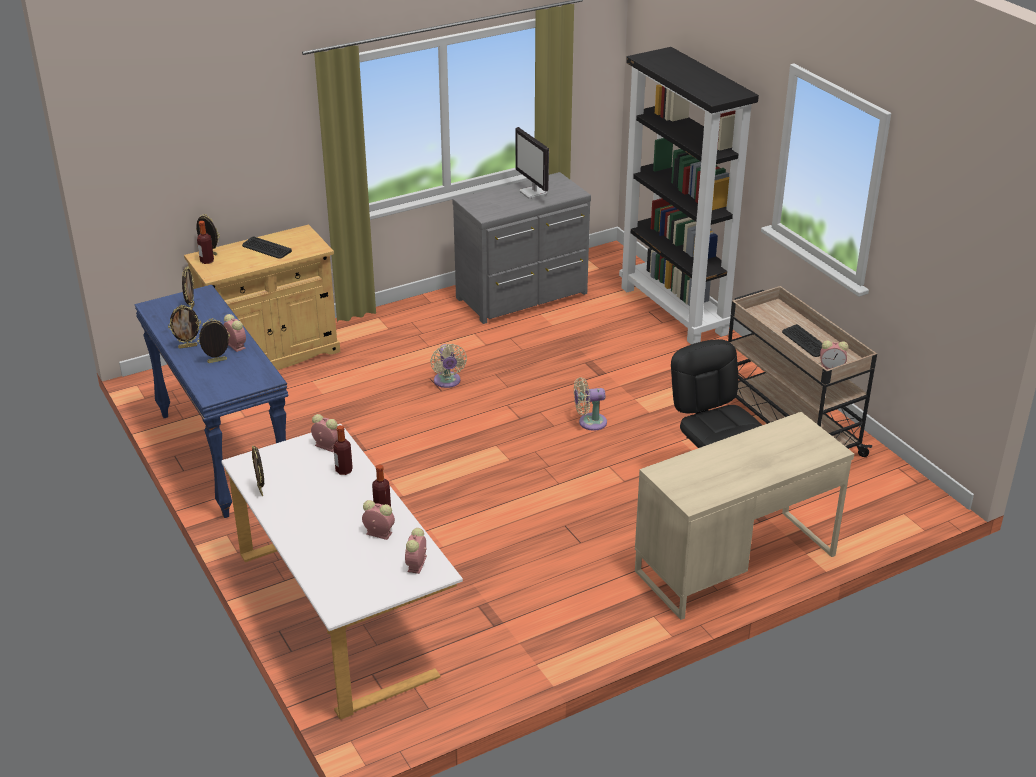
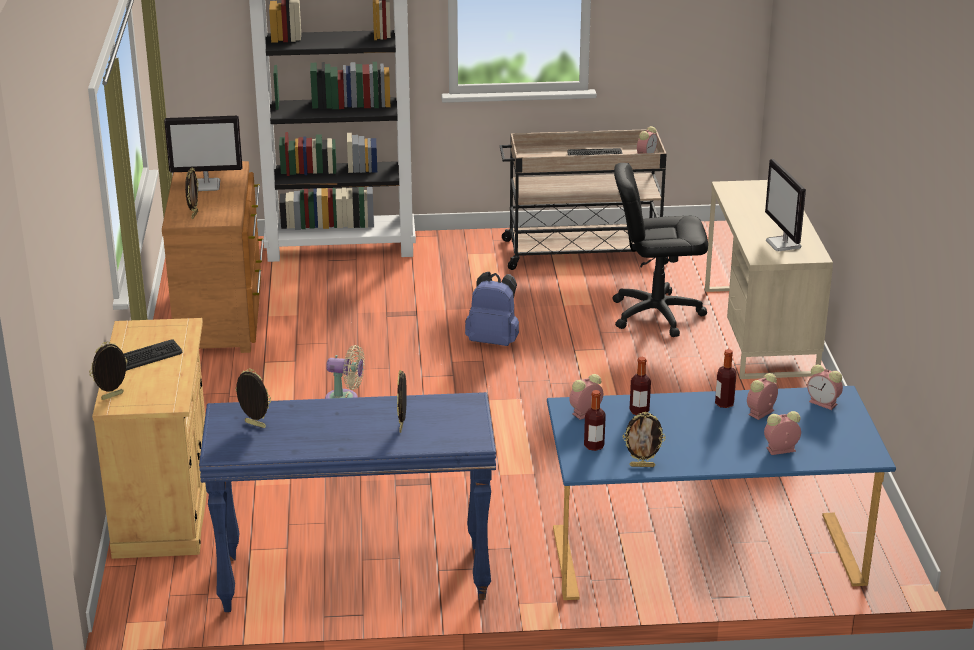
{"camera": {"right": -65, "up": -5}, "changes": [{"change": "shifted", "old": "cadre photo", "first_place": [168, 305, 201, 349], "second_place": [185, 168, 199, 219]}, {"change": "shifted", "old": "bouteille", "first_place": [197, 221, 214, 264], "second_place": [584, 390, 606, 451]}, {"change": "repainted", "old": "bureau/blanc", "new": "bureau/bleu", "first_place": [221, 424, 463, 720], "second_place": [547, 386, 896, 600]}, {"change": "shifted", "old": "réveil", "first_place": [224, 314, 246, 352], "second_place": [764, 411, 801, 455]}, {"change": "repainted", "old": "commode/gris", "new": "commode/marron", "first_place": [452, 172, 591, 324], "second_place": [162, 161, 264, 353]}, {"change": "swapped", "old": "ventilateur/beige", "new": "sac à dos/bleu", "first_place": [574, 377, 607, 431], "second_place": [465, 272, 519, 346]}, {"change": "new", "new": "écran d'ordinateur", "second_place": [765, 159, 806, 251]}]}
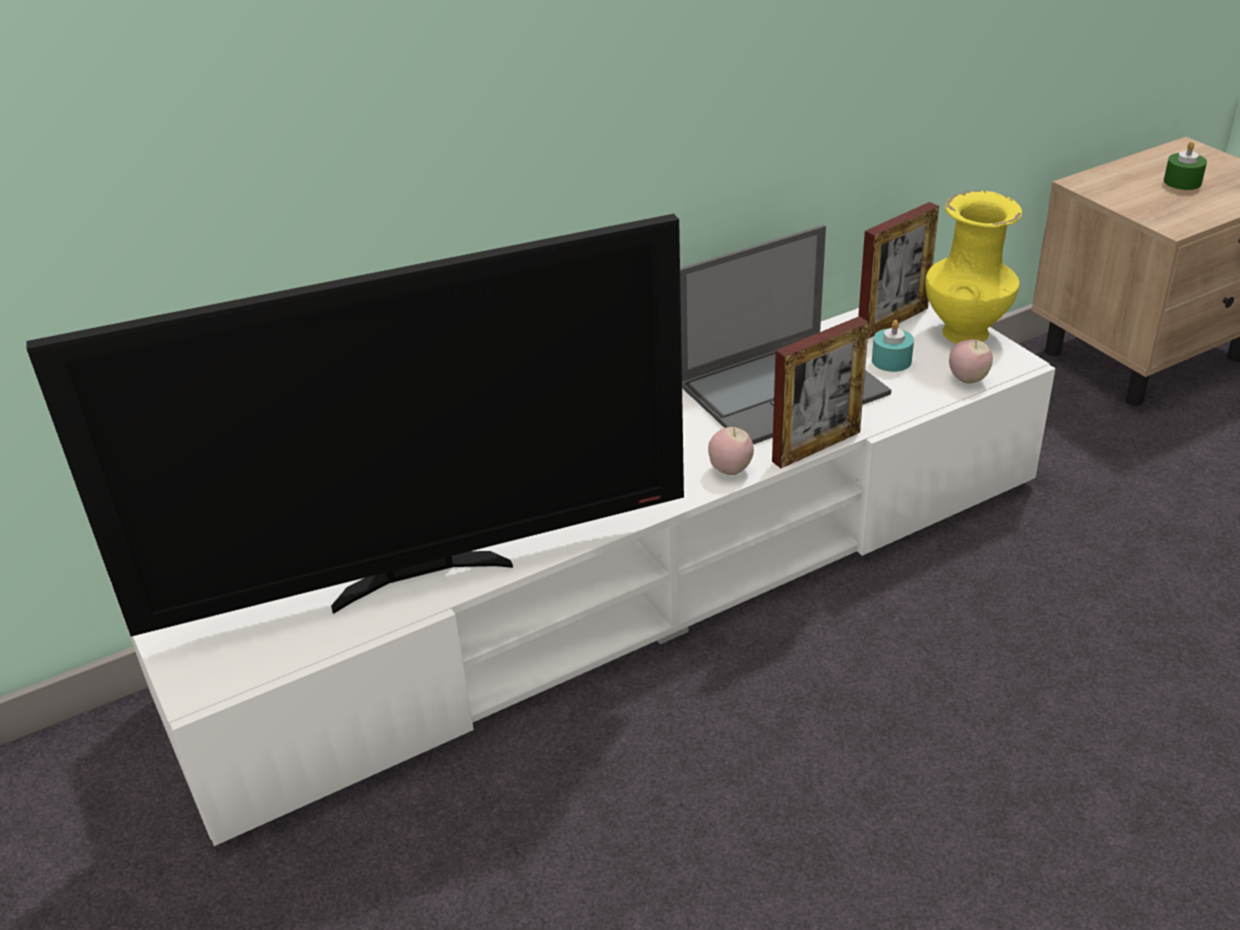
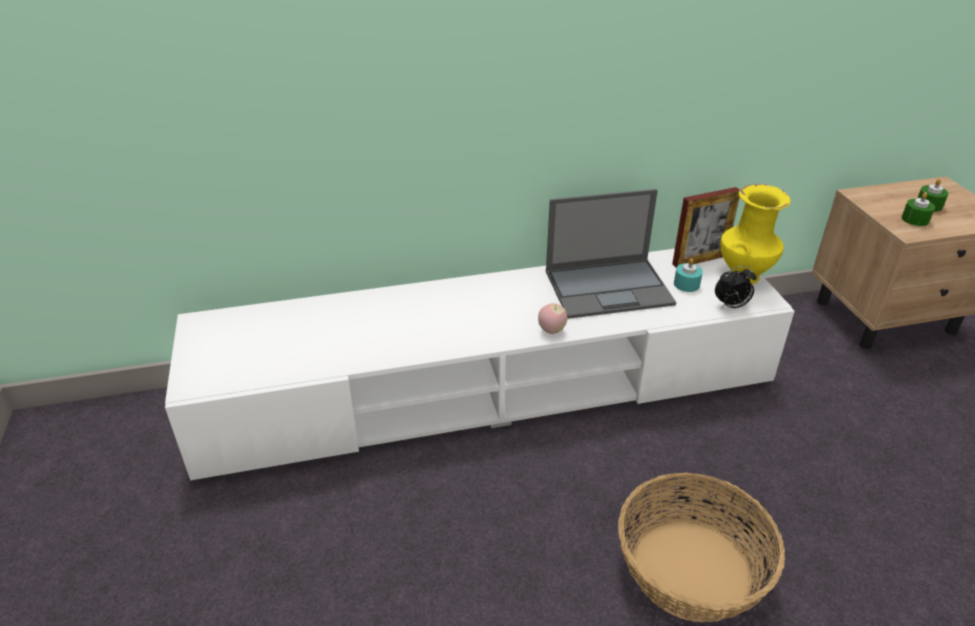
{"camera": {"right": 15, "up": 0}, "changes": [{"change": "gone", "old": "téléviseur", "first_place": [26, 214, 684, 636]}, {"change": "gone", "old": "cadre photo", "first_place": [772, 316, 869, 468]}, {"change": "swapped", "old": "pomme", "new": "réveil", "first_place": [949, 339, 993, 384], "second_place": [715, 266, 757, 309]}, {"change": "new", "new": "panier", "second_place": [618, 473, 785, 622]}, {"change": "new", "new": "bougie/vert", "second_place": [902, 192, 935, 226]}]}
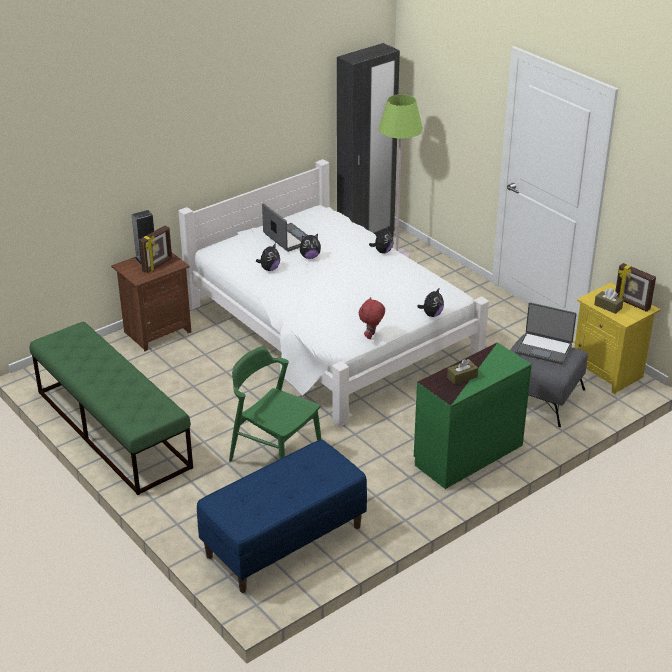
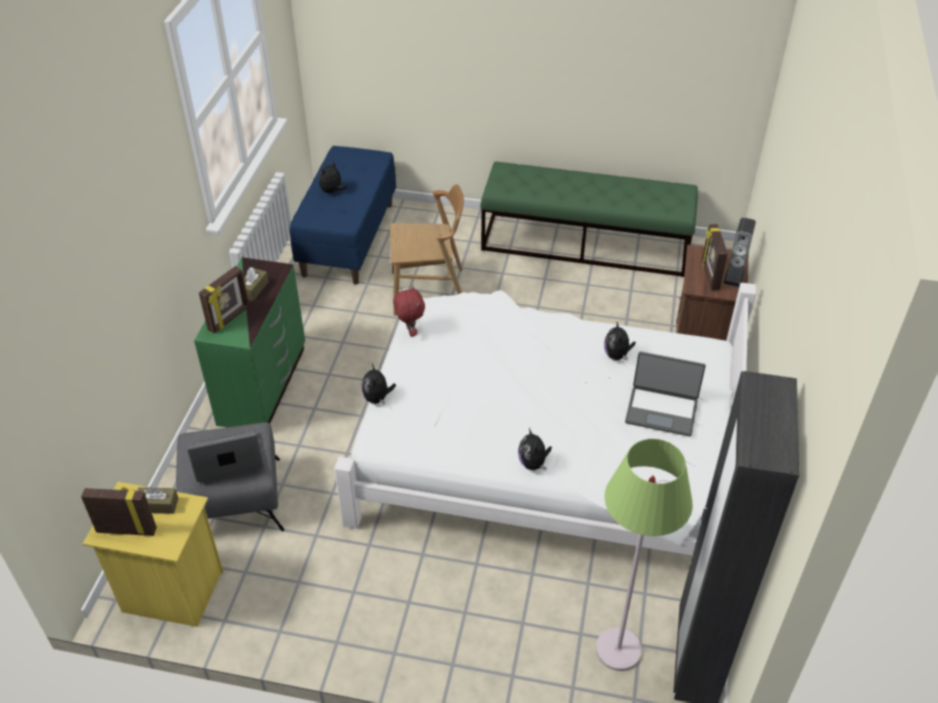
{"camera": {"right": 140, "up": 10}, "changes": [{"change": "repainted", "old": "chaise/vert", "new": "chaise/marron", "first_place": [229, 347, 321, 462], "second_place": [390, 184, 464, 316]}, {"change": "shifted", "old": "peluche", "first_place": [300, 234, 321, 259], "second_place": [319, 160, 347, 193]}, {"change": "new", "new": "cadre photo", "second_place": [199, 266, 249, 333]}]}
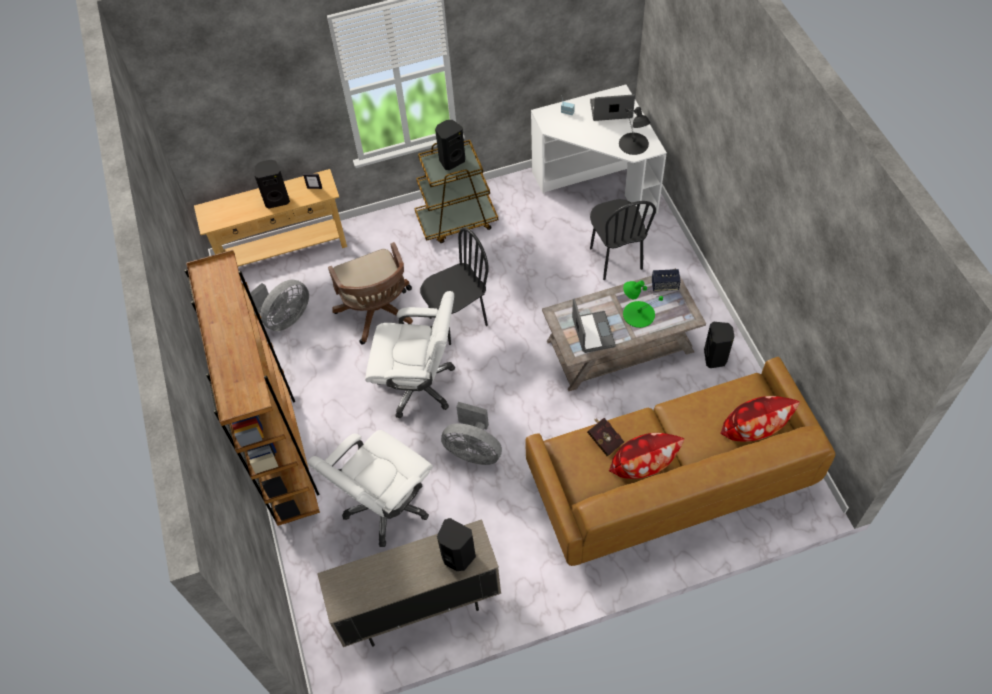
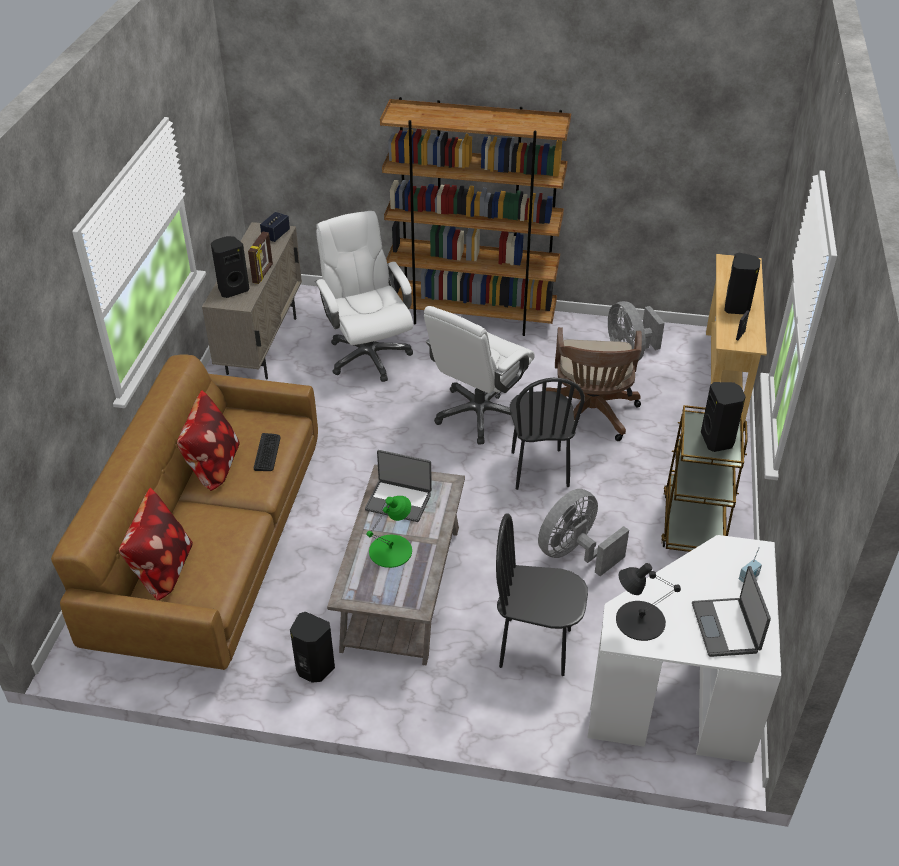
{"camera": {"right": 115, "up": -15}, "changes": [{"change": "rotated", "old": "chaise de bureau/marron", "first_place": [328, 242, 413, 345], "second_place": [546, 327, 642, 441], "degrees": -90}, {"change": "shifted", "old": "ventilateur/gris", "first_place": [441, 402, 502, 465], "second_place": [538, 489, 629, 576]}, {"change": "swapped", "old": "livre/rouge", "new": "clavier", "first_place": [587, 418, 624, 456], "second_place": [254, 433, 281, 471]}, {"change": "rotated", "old": "ordinateur portable", "first_place": [590, 94, 635, 121], "second_place": [692, 566, 771, 657], "degrees": 150}, {"change": "shifted", "old": "enceinte", "first_place": [652, 269, 680, 291], "second_place": [260, 212, 290, 242]}, {"change": "new", "new": "cadre photo", "second_place": [248, 232, 273, 284]}]}
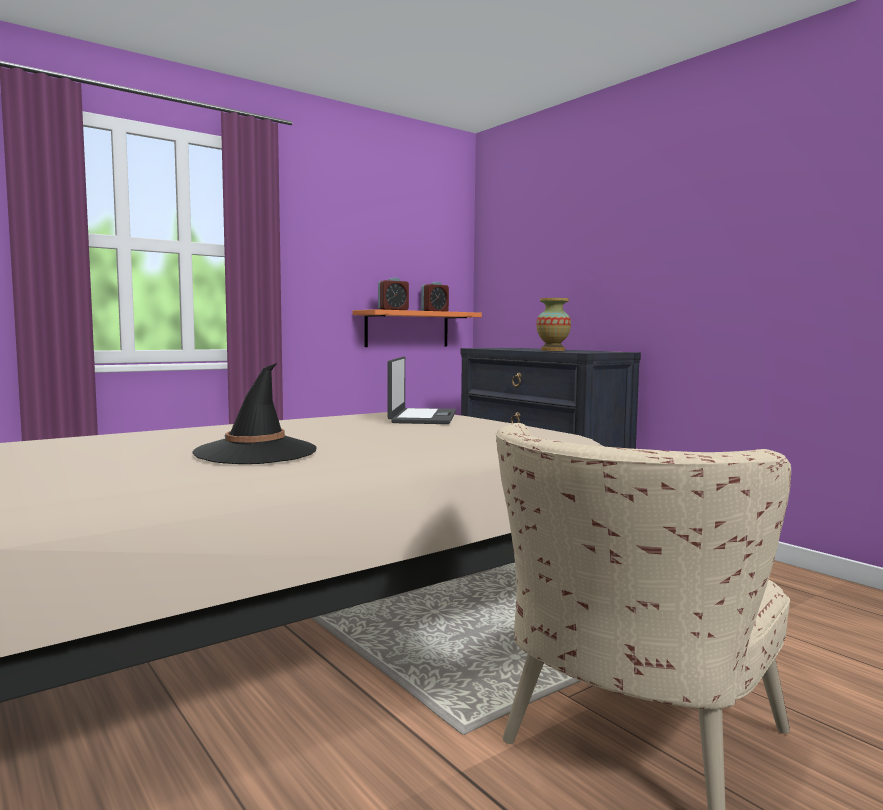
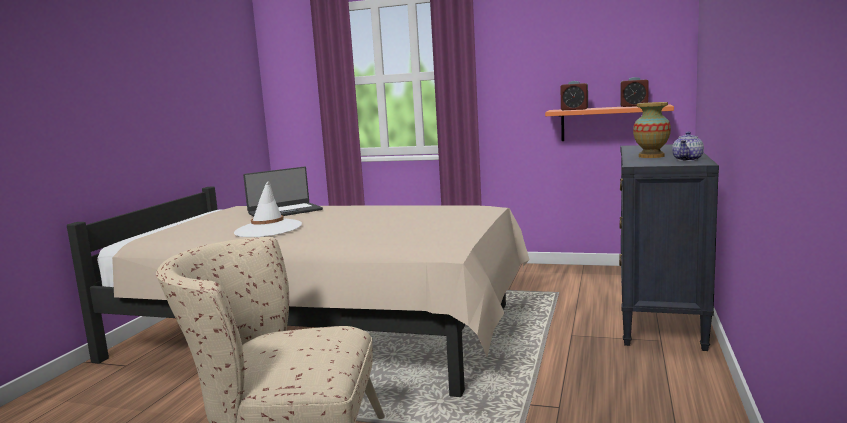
{"camera": {"right": 55, "up": 5}, "changes": [{"change": "repainted", "old": "chapeau/noir", "new": "chapeau/blanc", "first_place": [192, 363, 317, 464], "second_place": [234, 181, 302, 237]}, {"change": "shifted", "old": "ordinateur portable", "first_place": [388, 356, 456, 424], "second_place": [243, 167, 323, 217]}, {"change": "new", "new": "théière", "second_place": [672, 131, 704, 161]}]}
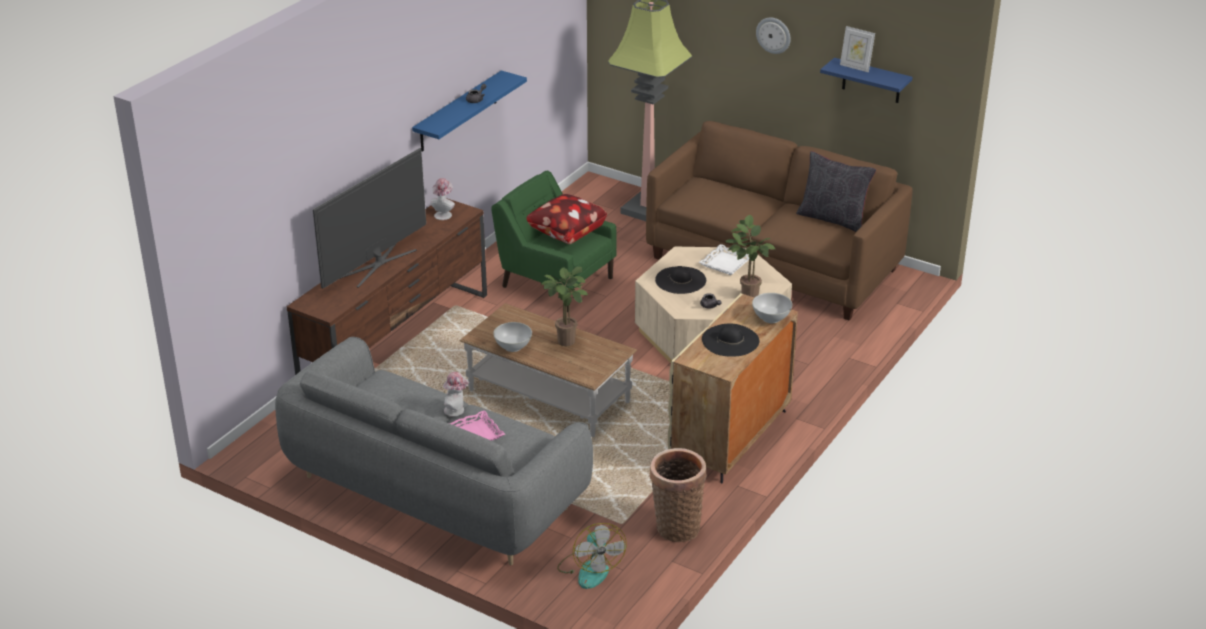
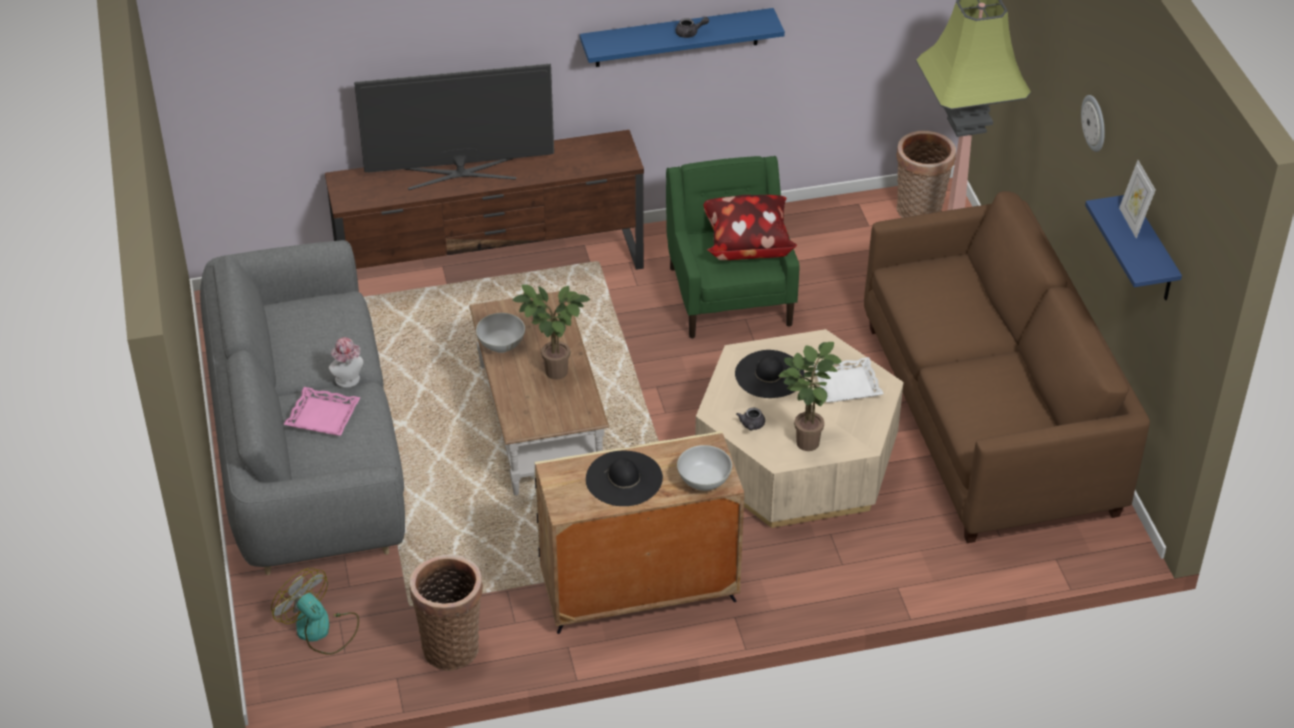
{"camera": {"right": 45, "up": 10}, "changes": [{"change": "gone", "old": "chapeau", "first_place": [430, 178, 455, 220]}, {"change": "rotated", "old": "ventilateur", "first_place": [557, 523, 626, 589], "second_place": [271, 568, 359, 655], "degrees": 105}, {"change": "gone", "old": "coussin/noir", "first_place": [796, 151, 876, 232]}, {"change": "new", "new": "panier", "second_place": [896, 131, 956, 218]}]}
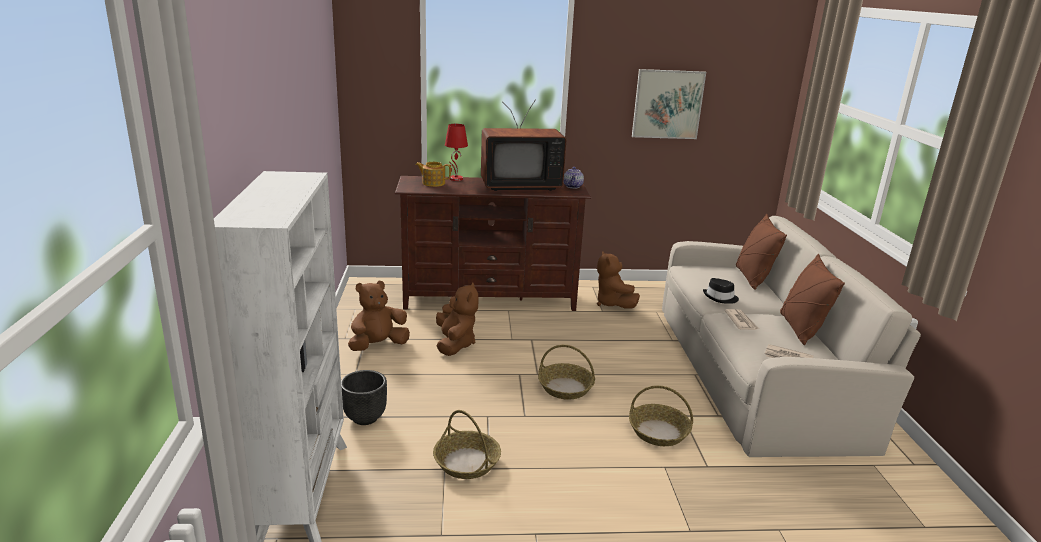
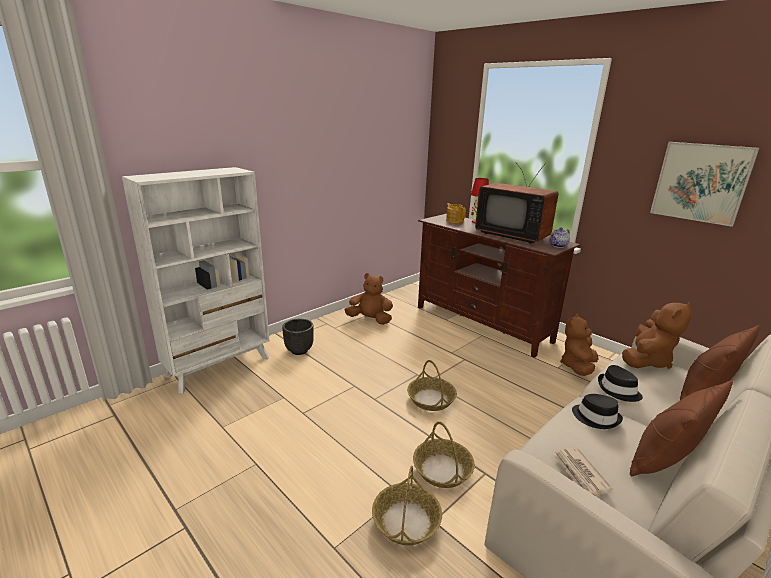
{"camera": {"right": 50, "up": 0}, "changes": [{"change": "shifted", "old": "panier", "first_place": [433, 410, 501, 479], "second_place": [372, 466, 442, 545]}, {"change": "shifted", "old": "peluche/marron", "first_place": [436, 283, 479, 356], "second_place": [622, 302, 692, 369]}, {"change": "swapped", "old": "journal", "new": "chapeau/noir", "first_place": [724, 309, 759, 330], "second_place": [572, 394, 623, 429]}]}
